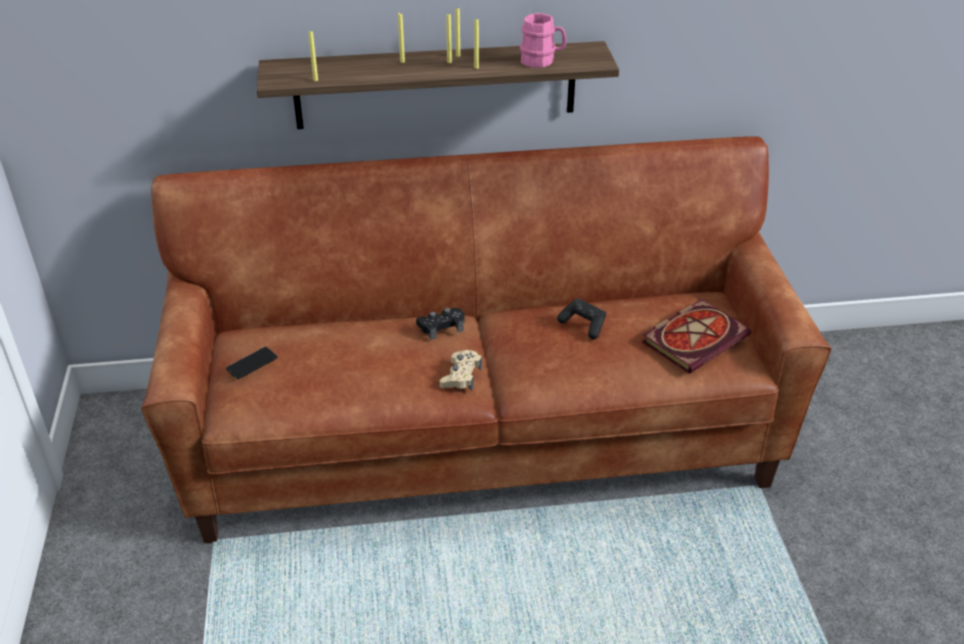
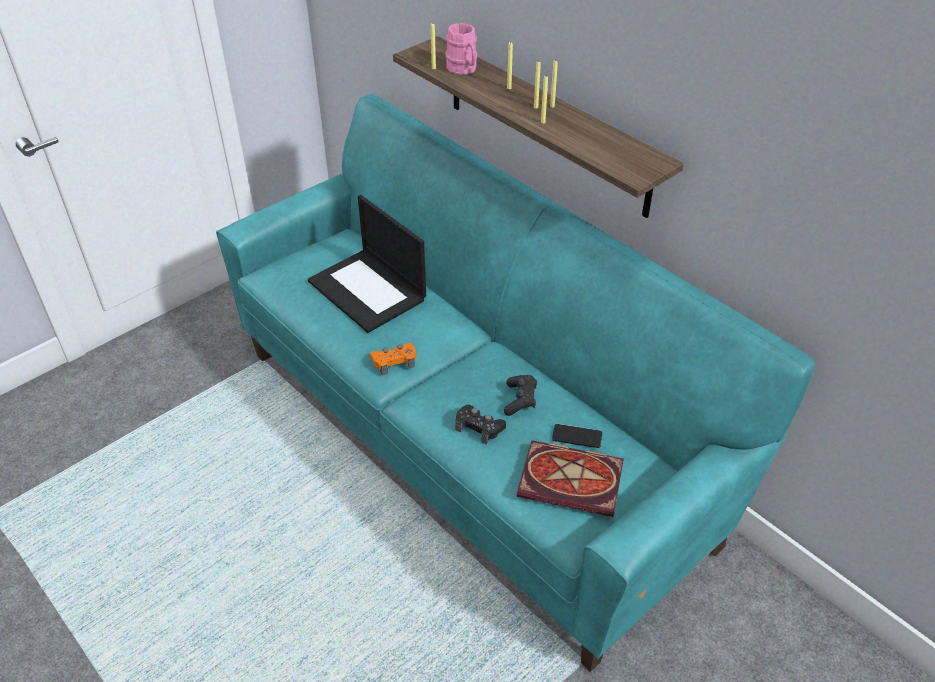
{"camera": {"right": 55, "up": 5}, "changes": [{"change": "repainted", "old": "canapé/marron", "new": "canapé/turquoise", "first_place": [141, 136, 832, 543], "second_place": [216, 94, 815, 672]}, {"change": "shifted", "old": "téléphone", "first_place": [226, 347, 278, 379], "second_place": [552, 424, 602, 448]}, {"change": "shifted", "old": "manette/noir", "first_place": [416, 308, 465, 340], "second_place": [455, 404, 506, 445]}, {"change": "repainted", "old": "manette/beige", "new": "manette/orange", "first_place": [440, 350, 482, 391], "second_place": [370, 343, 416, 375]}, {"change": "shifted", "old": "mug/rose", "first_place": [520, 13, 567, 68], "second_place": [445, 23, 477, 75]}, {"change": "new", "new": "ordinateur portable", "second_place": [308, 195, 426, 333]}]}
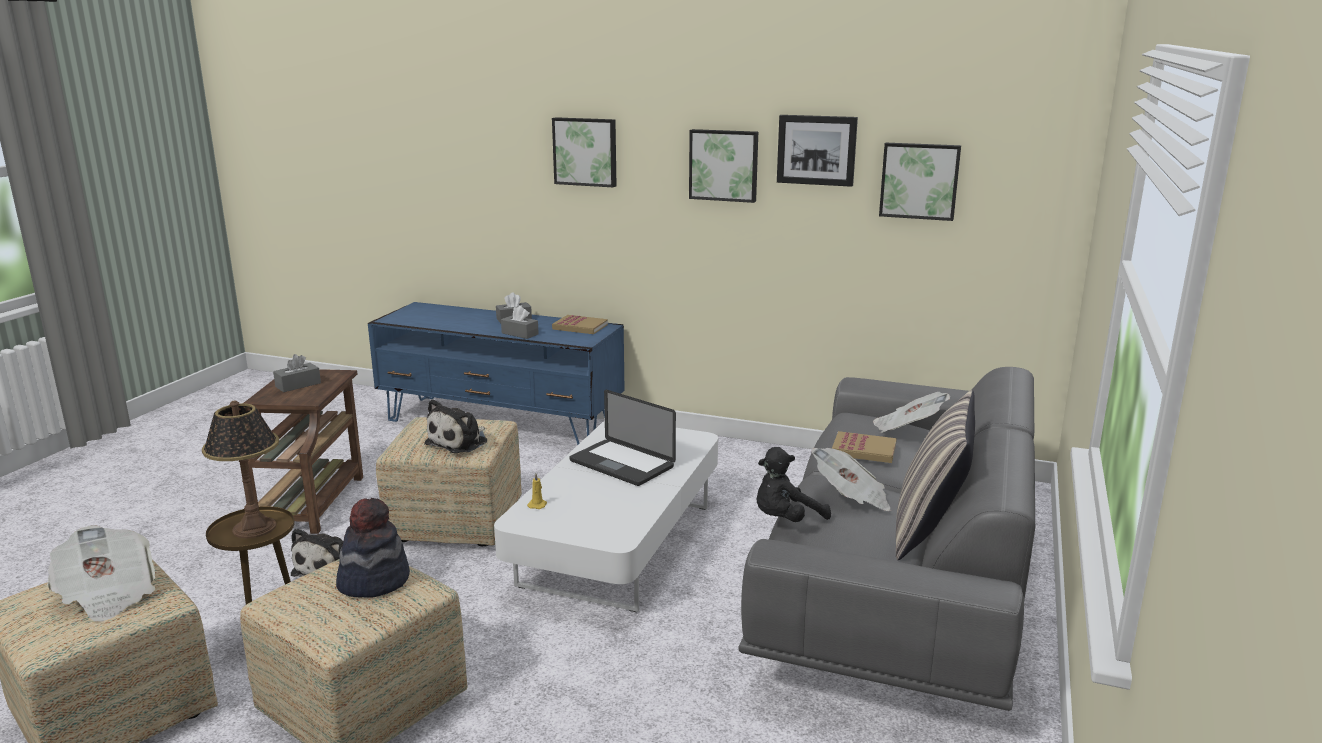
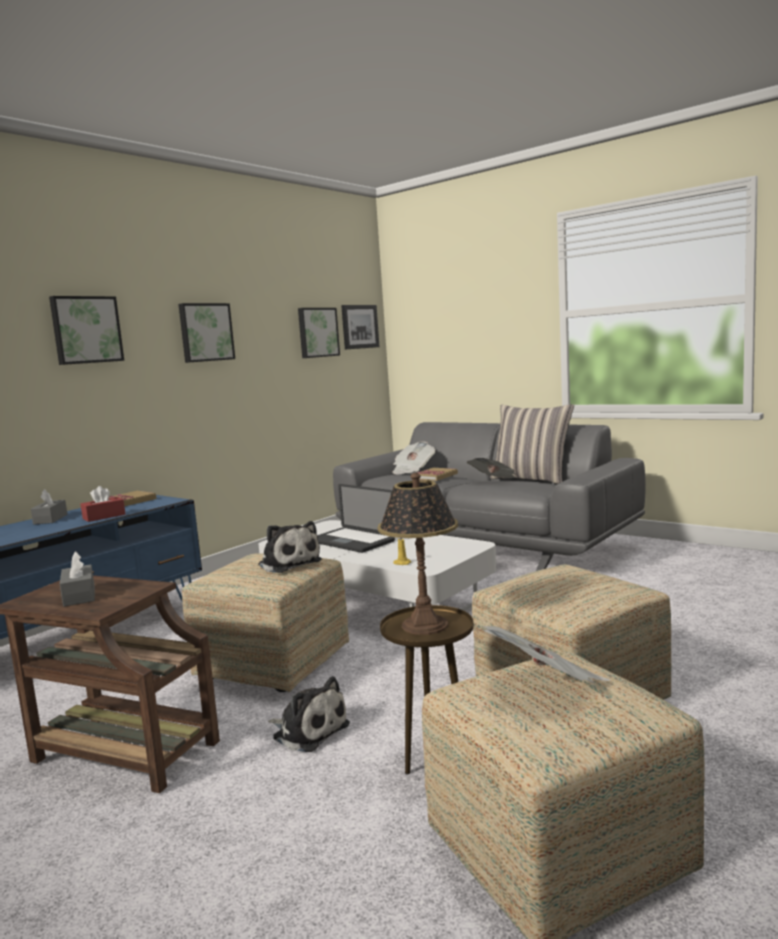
{"camera": {"right": -70, "up": -10}, "changes": [{"change": "gone", "old": "chapeau", "first_place": [336, 498, 410, 598]}, {"change": "repainted", "old": "boîte à mouchoirs/gris", "new": "boîte à mouchoirs/rouge", "first_place": [501, 306, 539, 339], "second_place": [81, 486, 125, 522]}, {"change": "rotated", "old": "ordinateur portable", "first_place": [569, 390, 676, 486], "second_place": [317, 484, 395, 553], "degrees": 75}, {"change": "gone", "old": "peluche/noir", "first_place": [757, 447, 831, 522]}, {"change": "shifted", "old": "tableau", "first_place": [777, 115, 858, 187], "second_place": [341, 305, 379, 350]}]}
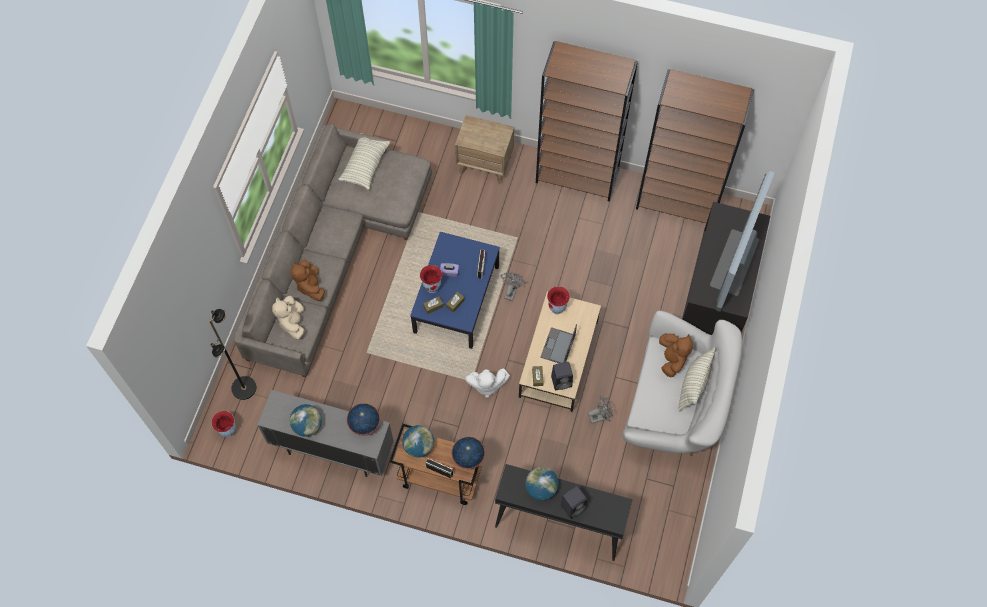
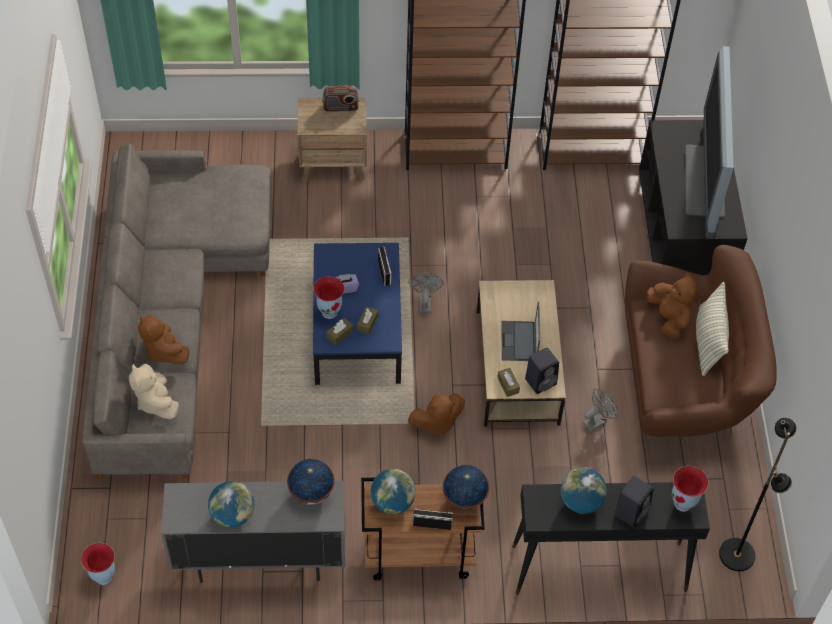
{"camera": {"right": -20, "up": -10}, "changes": [{"change": "shifted", "old": "lampadaire/noir", "first_place": [209, 309, 256, 400], "second_place": [719, 418, 797, 571]}, {"change": "gone", "old": "coussin", "first_place": [338, 133, 390, 190]}, {"change": "repainted", "old": "peluche/blanc", "new": "peluche/marron", "first_place": [465, 369, 510, 397], "second_place": [408, 393, 465, 437]}, {"change": "shifted", "old": "vase", "first_place": [547, 286, 570, 314], "second_place": [672, 466, 708, 512]}, {"change": "repainted", "old": "canapé/blanc", "new": "canapé/marron", "first_place": [622, 311, 742, 456], "second_place": [625, 245, 777, 439]}, {"change": "new", "new": "radio", "second_place": [322, 85, 359, 112]}]}
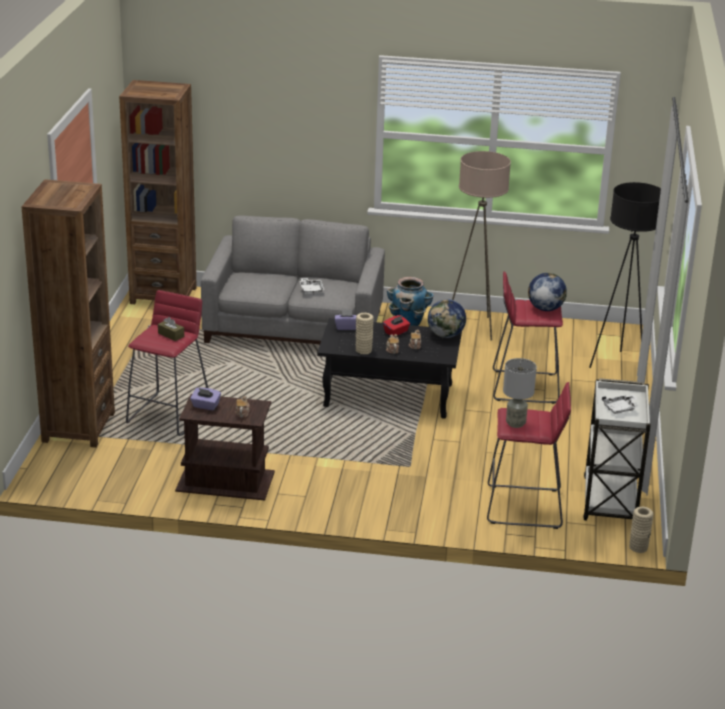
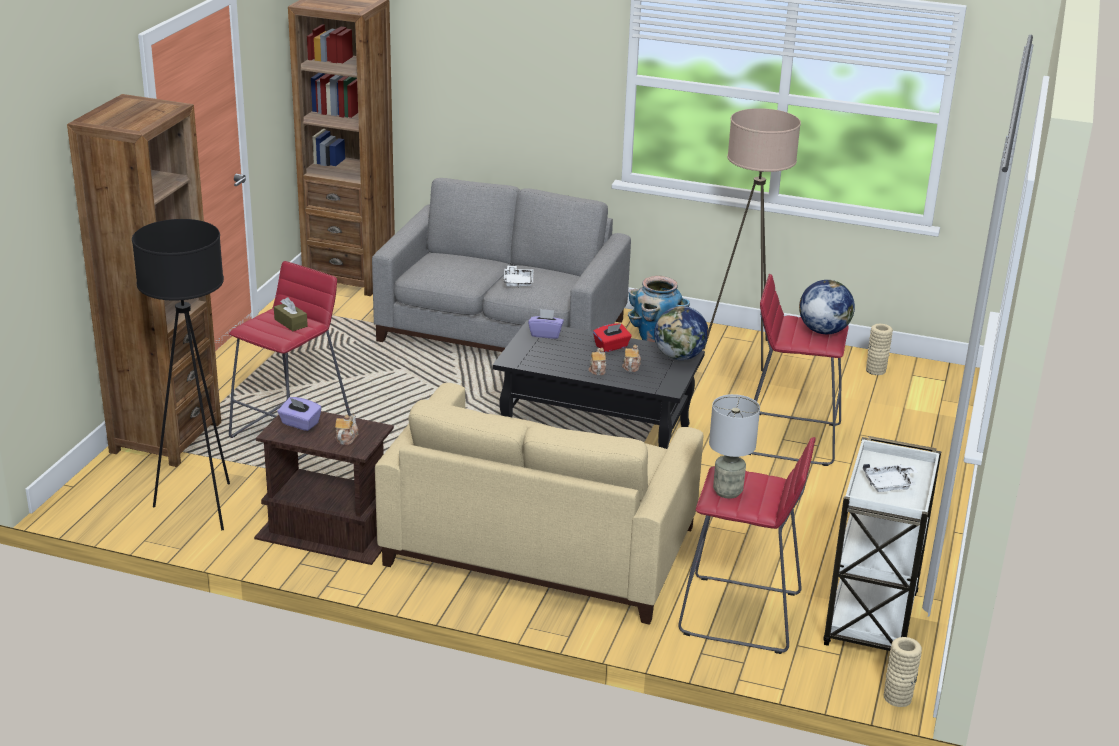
{"camera": {"right": 10, "up": 0}, "changes": [{"change": "shifted", "old": "vase/beige", "first_place": [356, 313, 374, 355], "second_place": [866, 324, 893, 375]}, {"change": "shifted", "old": "lampadaire/noir", "first_place": [589, 182, 661, 368], "second_place": [132, 219, 230, 530]}, {"change": "new", "new": "canapé/beige", "second_place": [375, 383, 703, 625]}]}
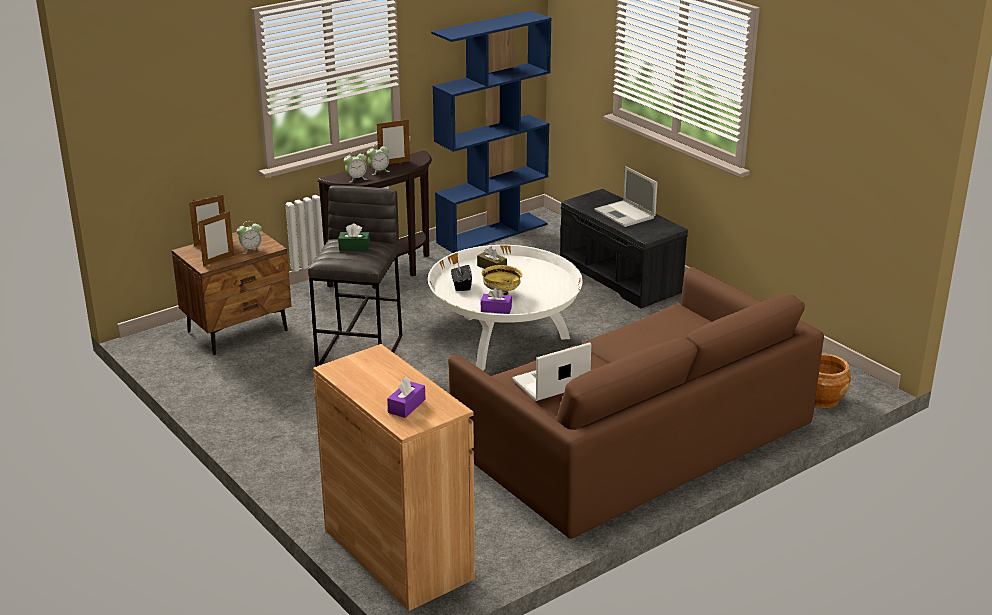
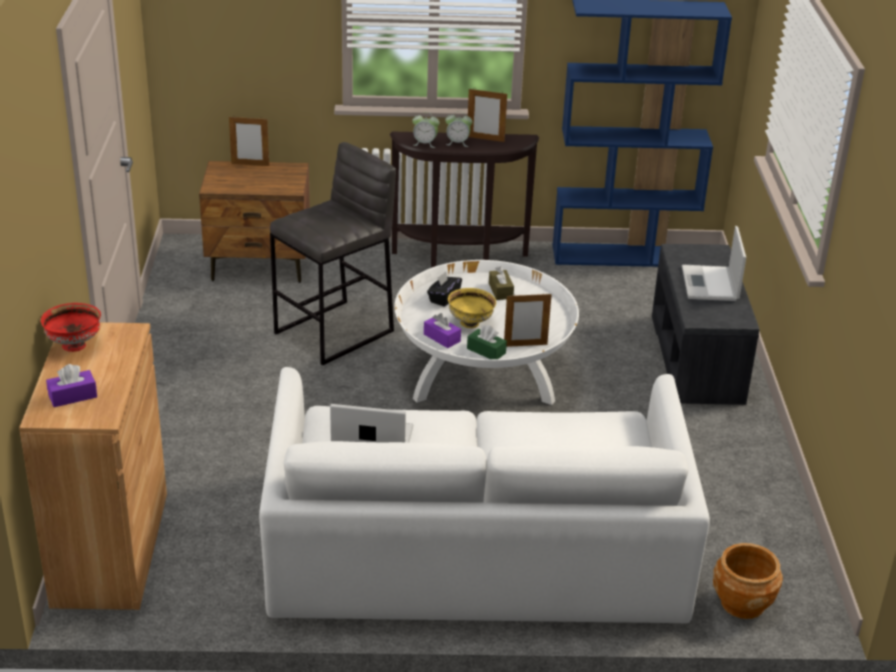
{"camera": {"right": 35, "up": 5}, "changes": [{"change": "shifted", "old": "cadre photo", "first_place": [198, 211, 234, 266], "second_place": [504, 292, 552, 347]}, {"change": "gone", "old": "réveil", "first_place": [237, 221, 263, 254]}, {"change": "shifted", "old": "boîte à mouchoirs/vert", "first_place": [338, 223, 370, 250], "second_place": [467, 325, 507, 359]}, {"change": "repainted", "old": "canapé/marron", "new": "canapé/blanc", "first_place": [448, 267, 824, 539], "second_place": [259, 367, 710, 623]}, {"change": "new", "new": "bol/rouge", "second_place": [41, 303, 101, 352]}]}
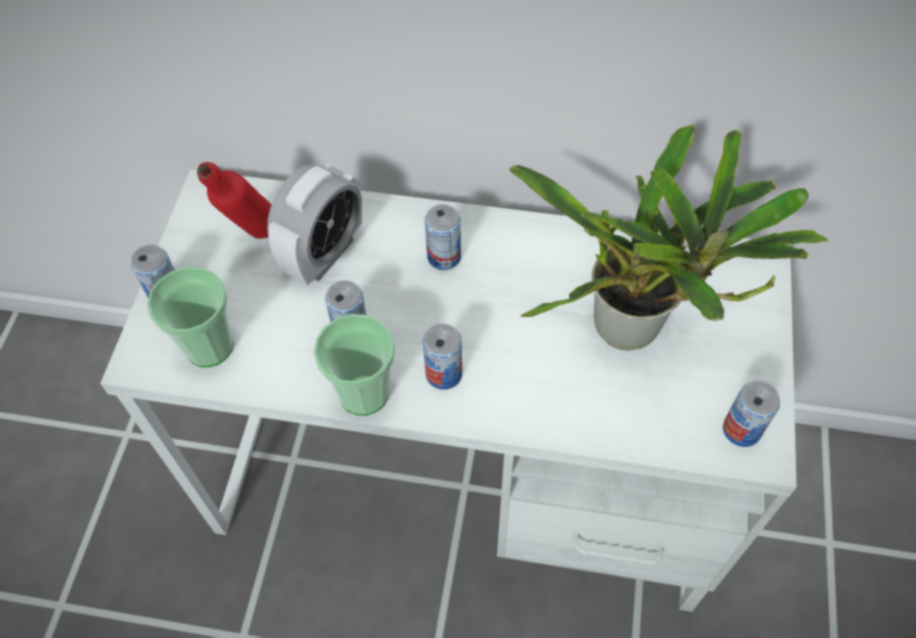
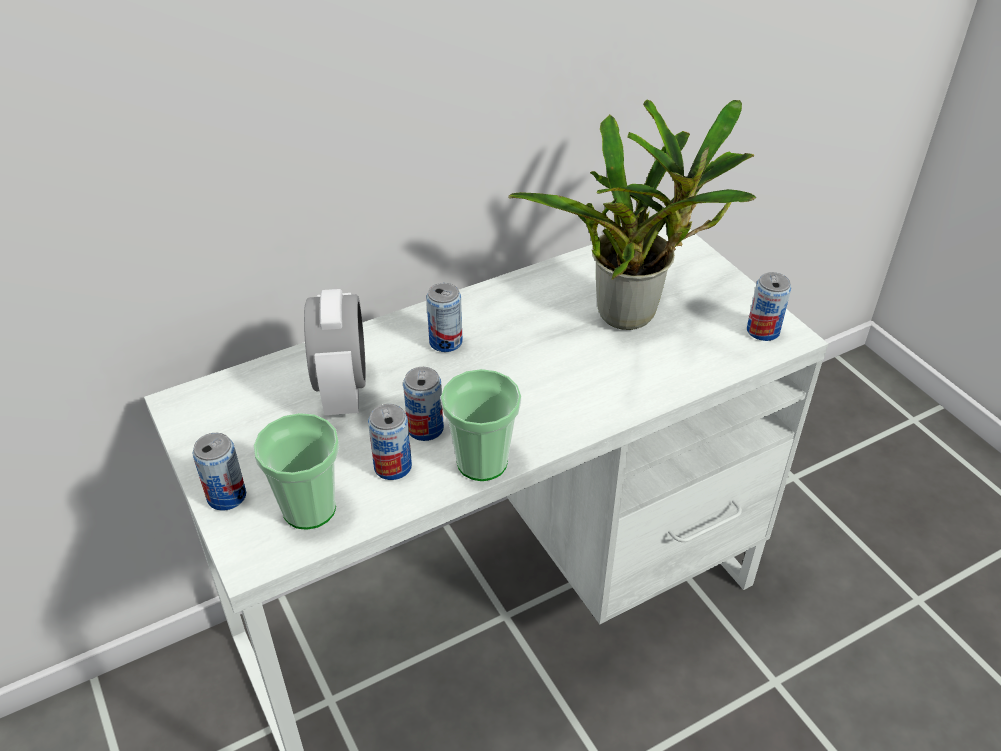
{"camera": {"right": -40, "up": -15}, "changes": [{"change": "gone", "old": "bouteille/rouge", "first_place": [197, 162, 271, 239]}, {"change": "shifted", "old": "boîte métallique", "first_place": [423, 323, 462, 390], "second_place": [368, 404, 412, 480]}]}
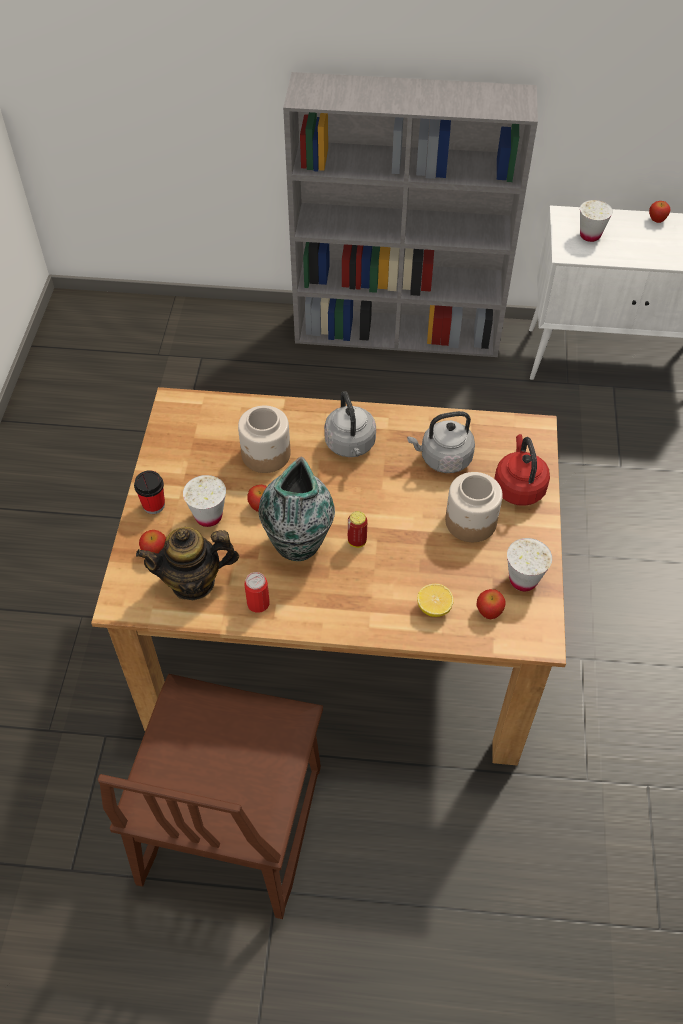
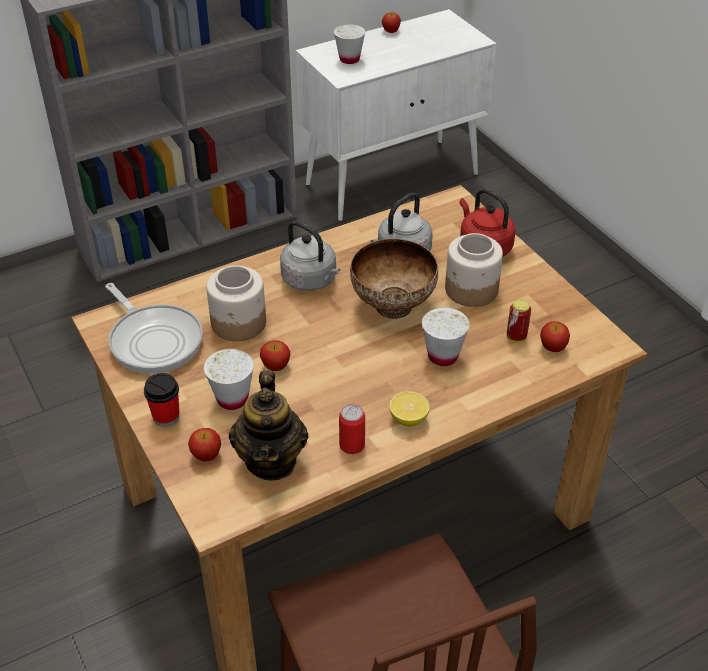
{"camera": {"right": -35, "up": -10}, "changes": [{"change": "rotated", "old": "théière", "first_place": [136, 527, 239, 601], "second_place": [229, 370, 308, 481], "degrees": -45}, {"change": "gone", "old": "vase", "first_place": [258, 457, 335, 561]}, {"change": "shifted", "old": "boîte métallique", "first_place": [348, 511, 367, 548], "second_place": [507, 299, 531, 343]}, {"change": "shifted", "old": "citron", "first_place": [417, 584, 454, 617], "second_place": [389, 391, 430, 426]}, {"change": "shifted", "old": "tasse/blanc", "first_place": [507, 538, 552, 591], "second_place": [422, 307, 470, 366]}, {"change": "new", "new": "poêle", "second_place": [105, 283, 203, 374]}, {"change": "new", "new": "bol", "second_place": [350, 238, 438, 319]}]}
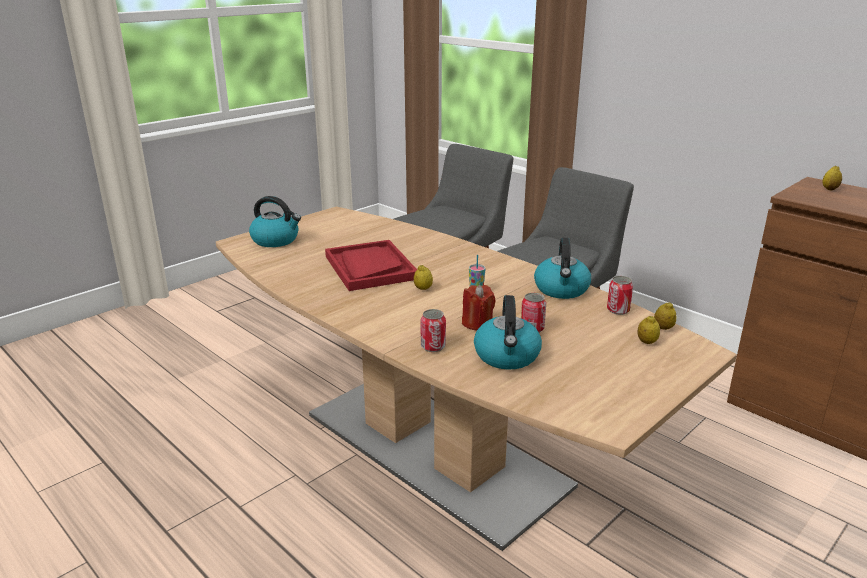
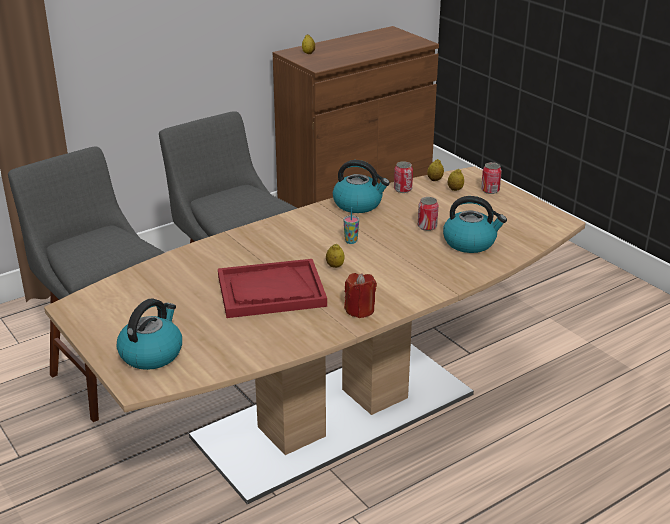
{"camera": {"right": -80, "up": 5}, "changes": [{"change": "shifted", "old": "boîte métallique", "first_place": [420, 309, 446, 352], "second_place": [481, 162, 502, 194]}, {"change": "shifted", "old": "bougie/rouge", "first_place": [462, 285, 496, 331], "second_place": [344, 273, 377, 318]}]}
